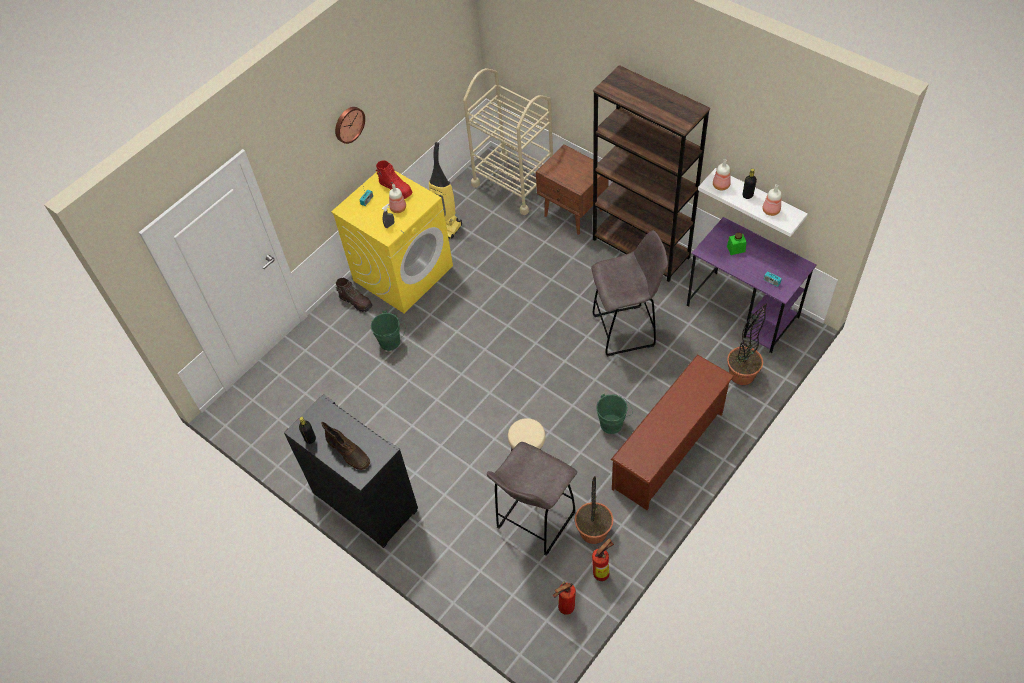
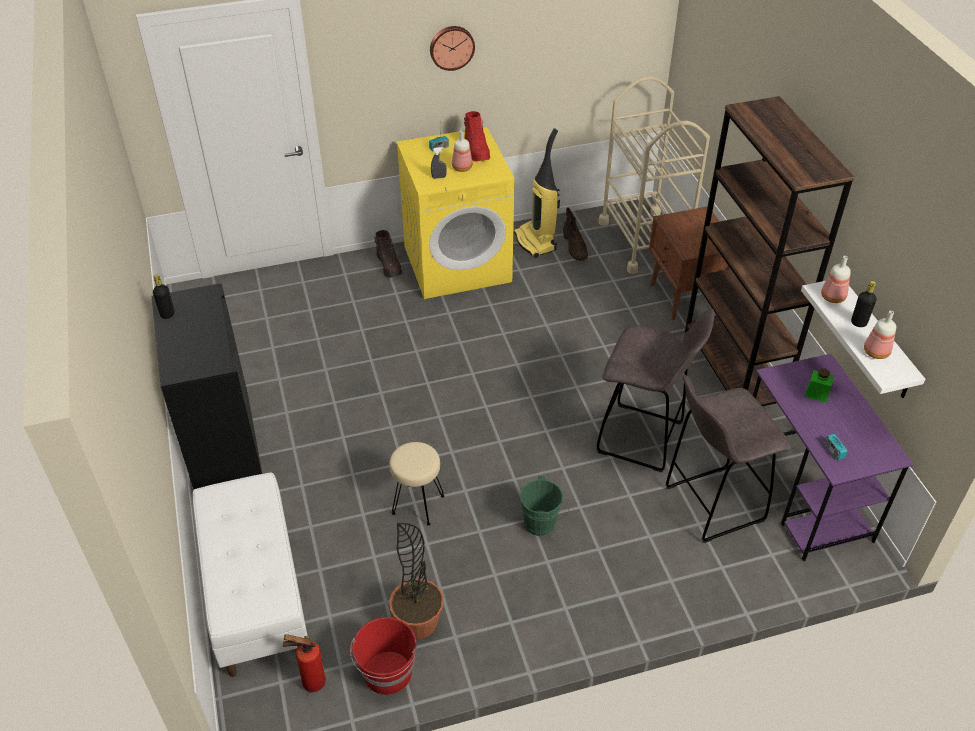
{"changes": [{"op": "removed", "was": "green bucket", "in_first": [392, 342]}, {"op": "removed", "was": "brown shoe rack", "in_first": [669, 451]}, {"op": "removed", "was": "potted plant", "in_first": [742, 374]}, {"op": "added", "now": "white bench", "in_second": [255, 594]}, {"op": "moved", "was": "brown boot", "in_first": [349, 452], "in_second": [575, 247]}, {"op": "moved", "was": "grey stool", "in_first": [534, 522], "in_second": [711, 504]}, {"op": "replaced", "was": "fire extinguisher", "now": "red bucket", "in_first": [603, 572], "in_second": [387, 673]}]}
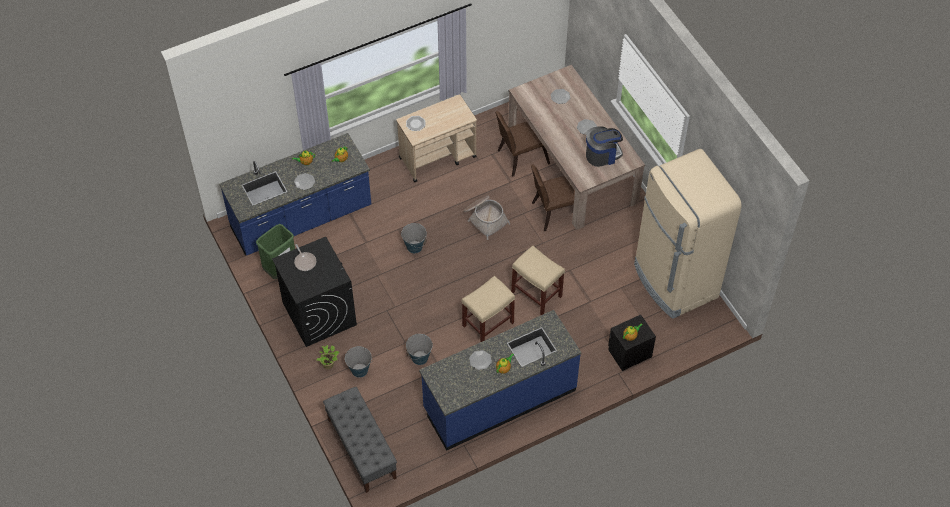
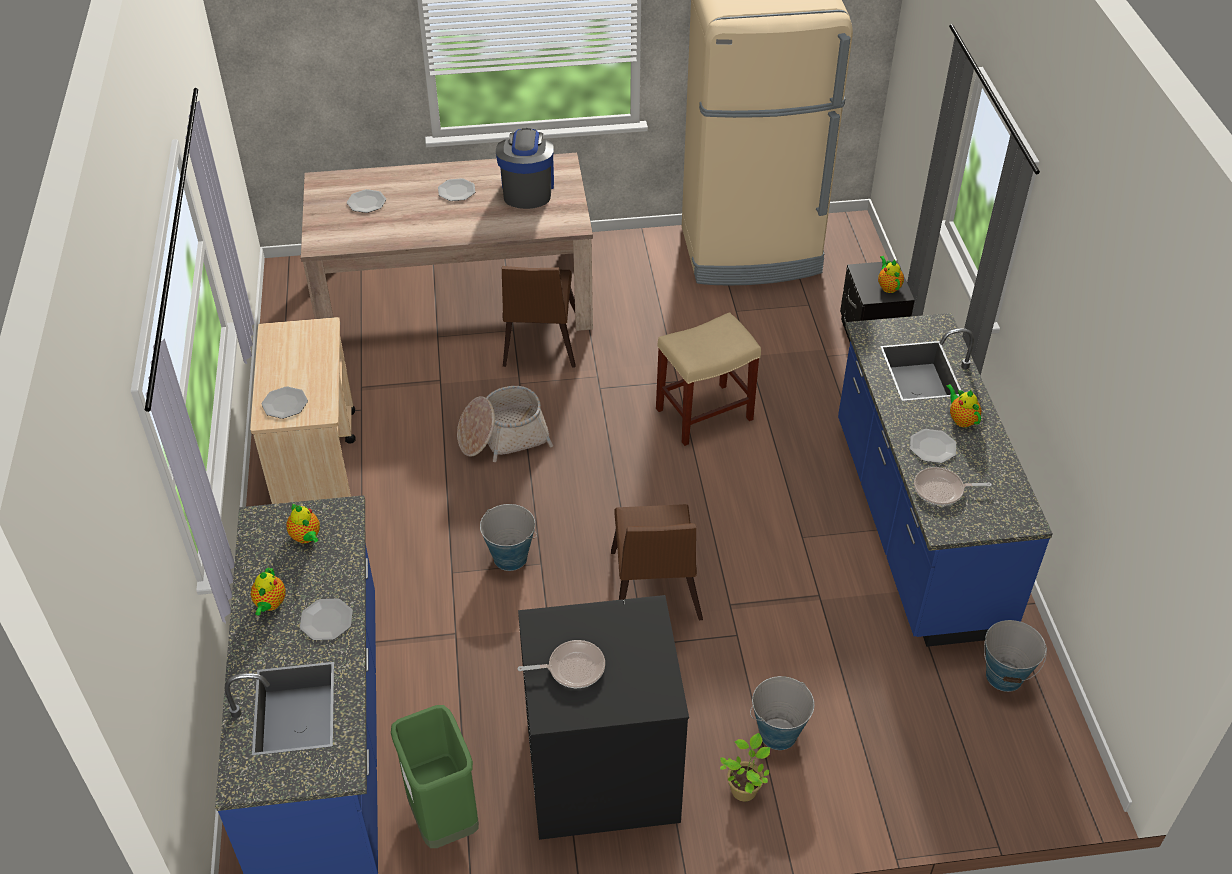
{"changes": [{"op": "removed", "was": "grey bench", "in_first": [361, 448]}, {"op": "removed", "was": "beige stool", "in_first": [487, 325]}, {"op": "added", "now": "frying pan", "in_second": [941, 490]}, {"op": "moved", "was": "bucket", "in_first": [420, 358], "in_second": [1004, 676]}, {"op": "moved", "was": "brown chair", "in_first": [520, 157], "in_second": [654, 592]}]}
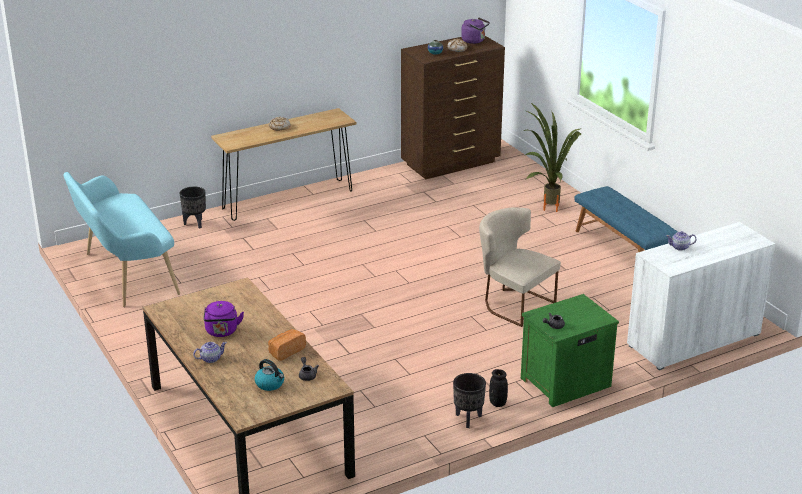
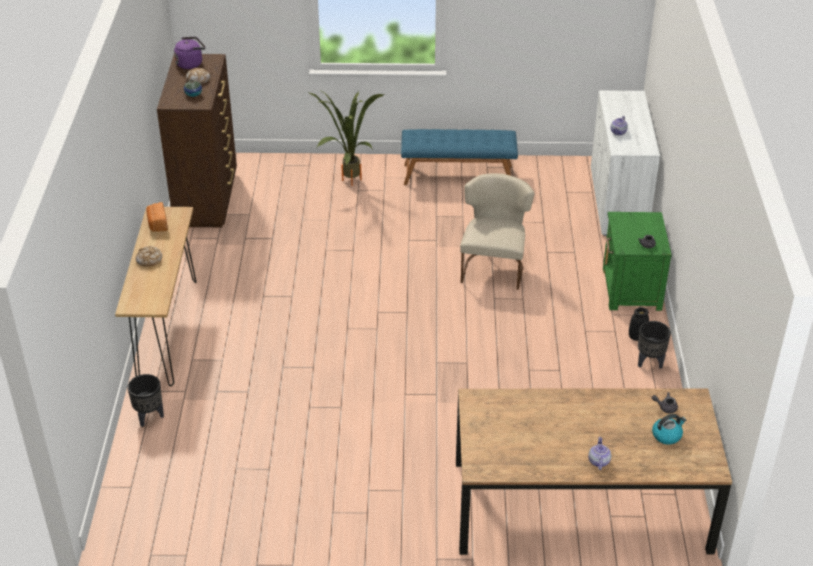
{"changes": [{"op": "removed", "was": "turquoise bench", "in_first": [125, 274]}, {"op": "removed", "was": "purple kettle", "in_first": [222, 332]}, {"op": "moved", "was": "bread", "in_first": [286, 351], "in_second": [157, 224]}, {"op": "turned", "was": "beige chair", "in_first": [513, 304], "in_second": [493, 267], "clockwise": 120}]}
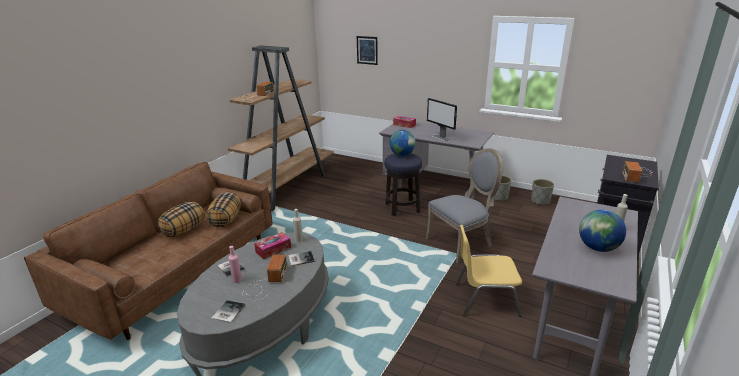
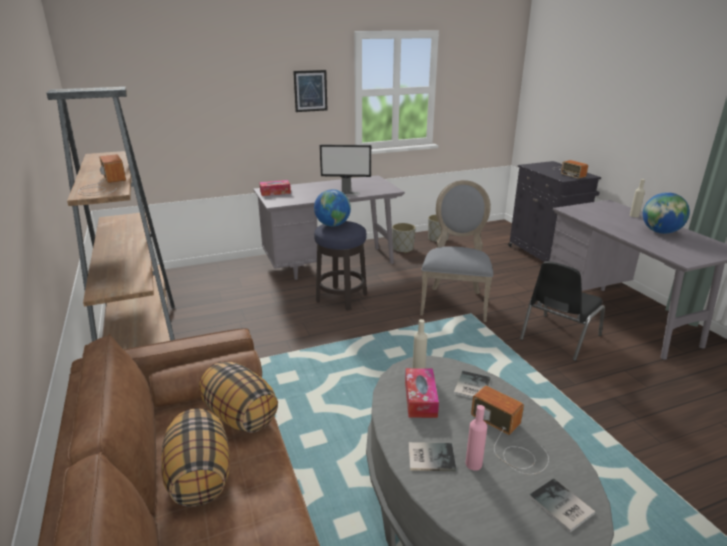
{"changes": [{"op": "moved", "was": "picture", "in_first": [367, 50], "in_second": [310, 91]}, {"op": "recoloured", "was": "yellow chair", "now": "black chair", "in_first": [485, 298], "in_second": [558, 337]}]}
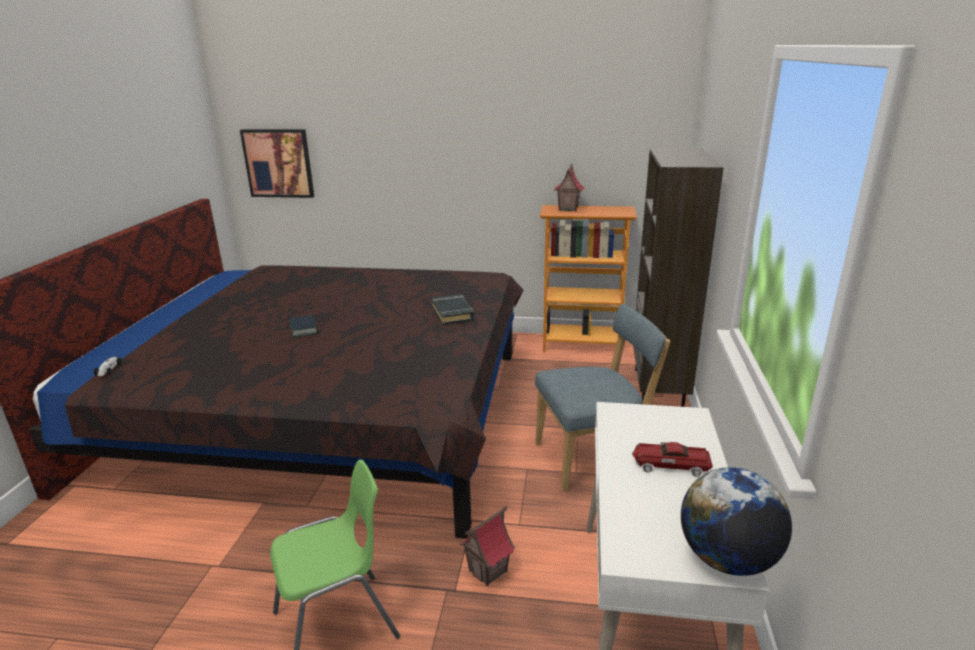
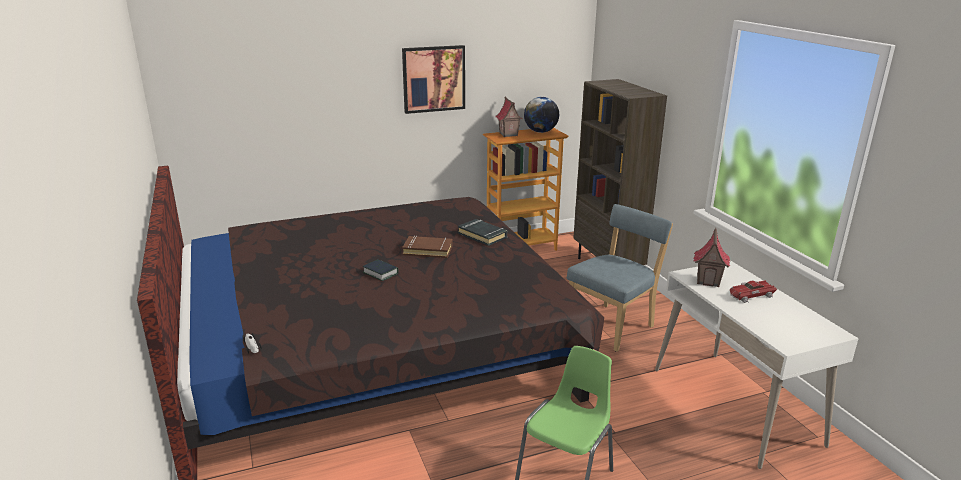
{"changes": [{"op": "added", "now": "brown book", "in_second": [428, 250]}, {"op": "moved", "was": "picture", "in_first": [278, 163], "in_second": [433, 79]}, {"op": "moved", "was": "toy house", "in_first": [488, 571], "in_second": [708, 281]}, {"op": "moved", "was": "globe", "in_first": [727, 559], "in_second": [540, 132]}]}
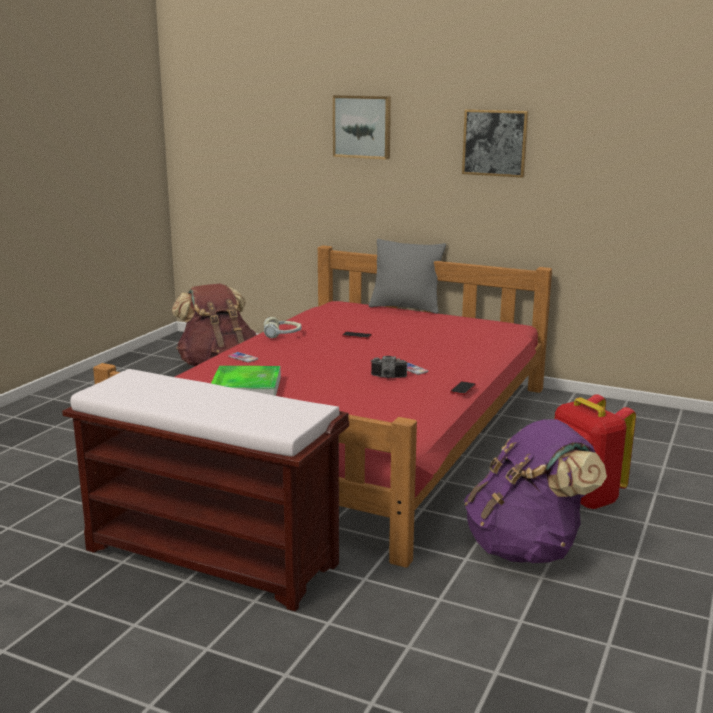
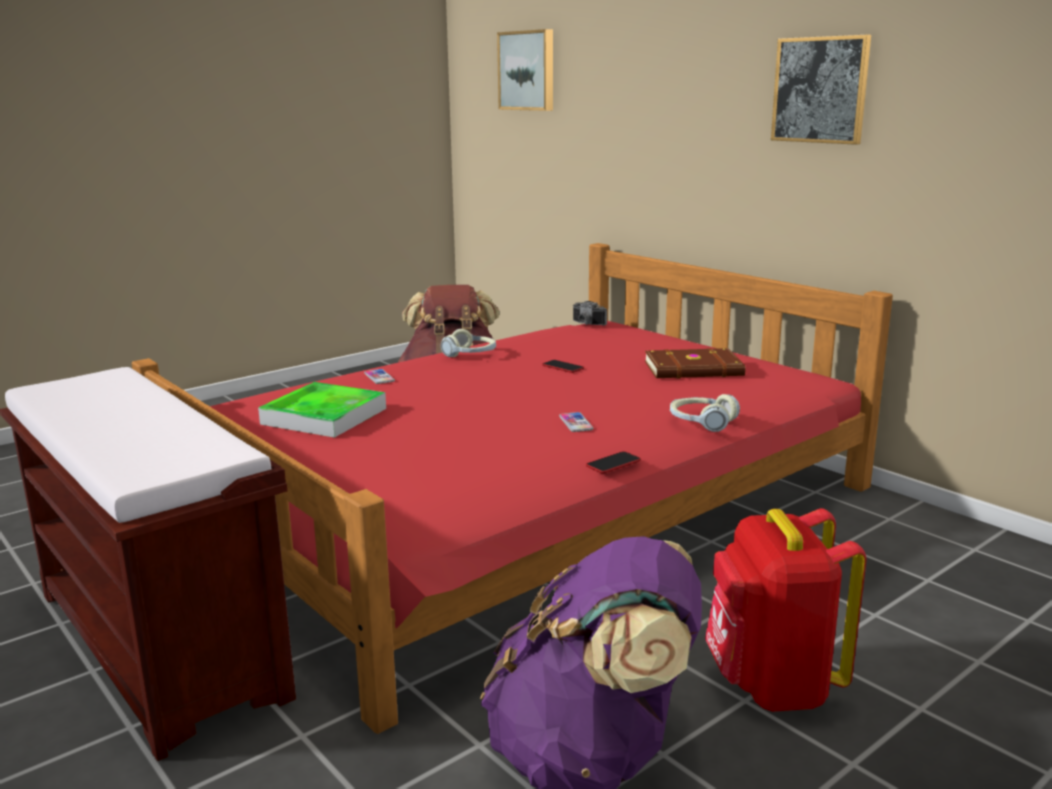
{"changes": [{"op": "removed", "was": "grey pillow", "in_first": [405, 308]}, {"op": "added", "now": "brown book", "in_second": [694, 369]}, {"op": "added", "now": "headphones", "in_second": [701, 423]}, {"op": "moved", "was": "picture", "in_first": [362, 126], "in_second": [528, 70]}, {"op": "moved", "was": "photo camera", "in_first": [388, 377], "in_second": [586, 324]}]}
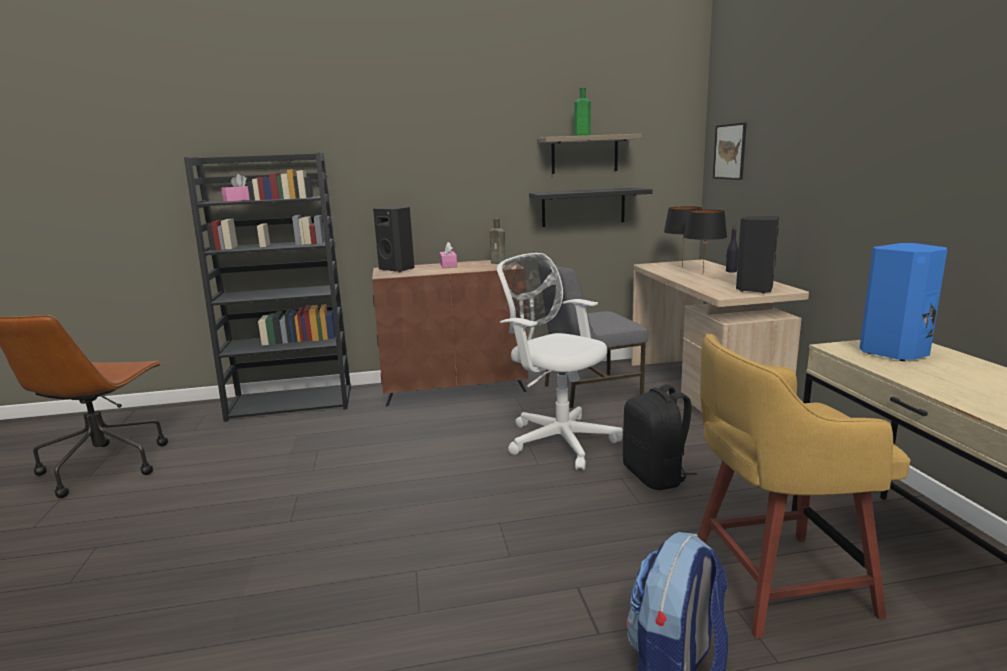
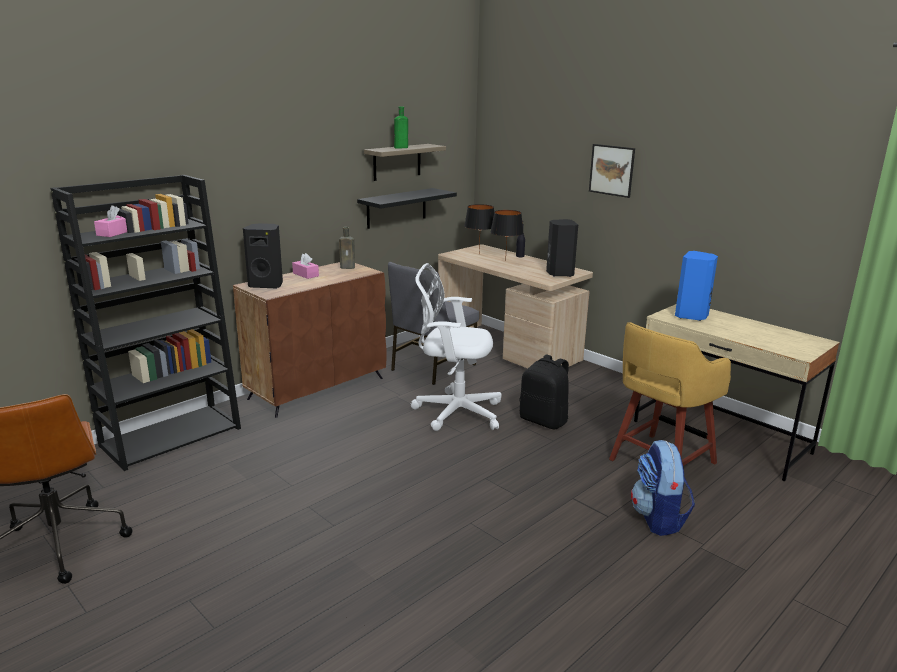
{"changes": [{"op": "moved", "was": "picture", "in_first": [730, 151], "in_second": [611, 170]}]}
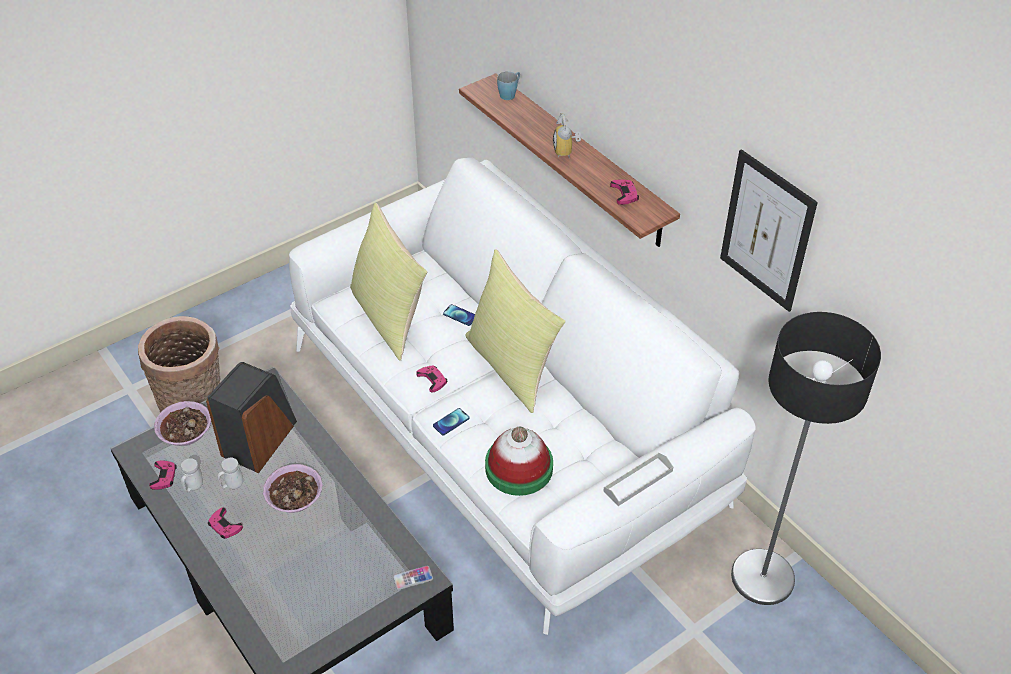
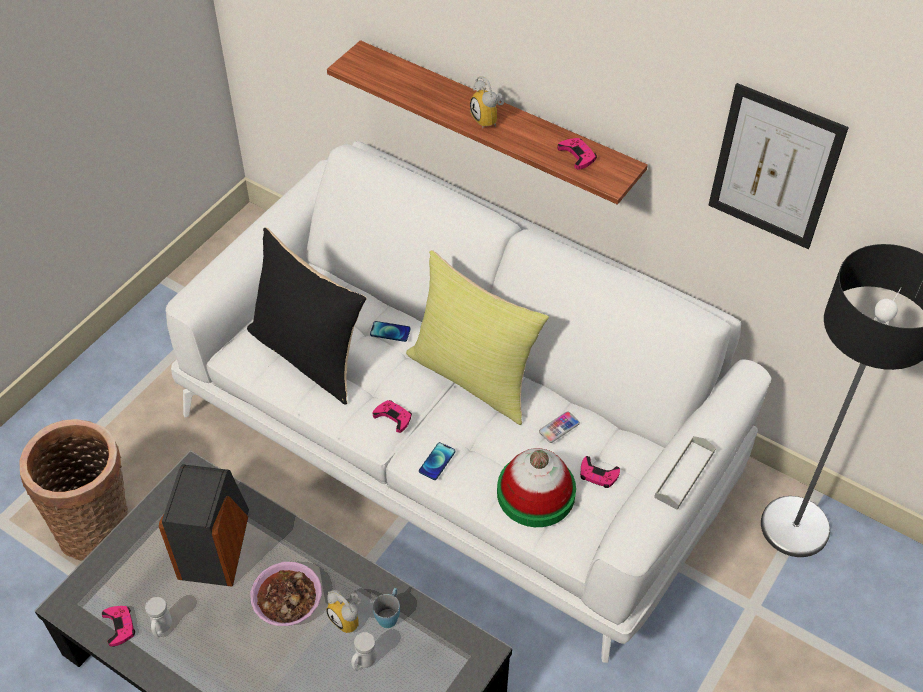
{"changes": [{"op": "removed", "was": "bowl", "in_first": [186, 430]}, {"op": "added", "now": "alarm clock", "in_second": [349, 618]}, {"op": "moved", "was": "pink game controller", "in_first": [225, 526], "in_second": [598, 475]}, {"op": "moved", "was": "white mug", "in_first": [232, 485], "in_second": [364, 662]}, {"op": "moved", "was": "phone", "in_first": [413, 578], "in_second": [559, 427]}, {"op": "moved", "was": "blue mug", "in_first": [510, 94], "in_second": [389, 614]}, {"op": "recoloured", "was": "yellow pillow", "now": "black pillow", "in_first": [390, 317], "in_second": [310, 355]}]}
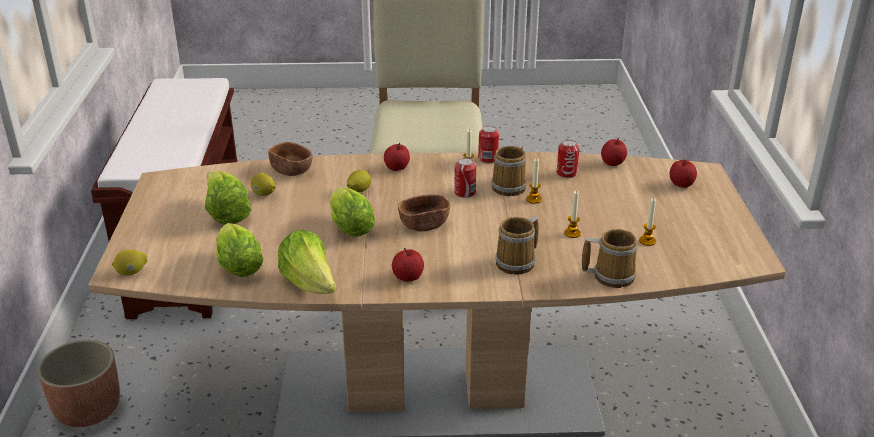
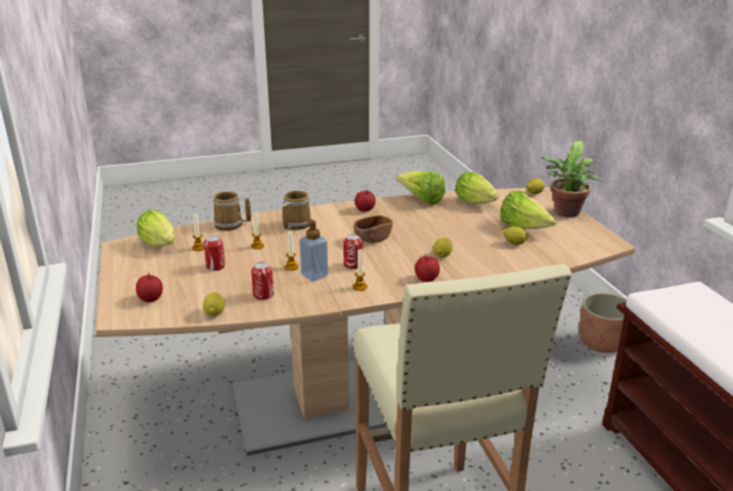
{"changes": [{"op": "removed", "was": "brown bowl", "in_first": [291, 170]}, {"op": "added", "now": "potted plant", "in_second": [565, 213]}, {"op": "moved", "was": "lettuce", "in_first": [349, 226], "in_second": [160, 245]}, {"op": "moved", "was": "can", "in_first": [488, 159], "in_second": [215, 266]}, {"op": "replaced", "was": "mug", "now": "soap dispenser", "in_first": [510, 186], "in_second": [314, 275]}, {"op": "replaced", "was": "apple", "now": "lemon", "in_first": [613, 163], "in_second": [215, 313]}]}
